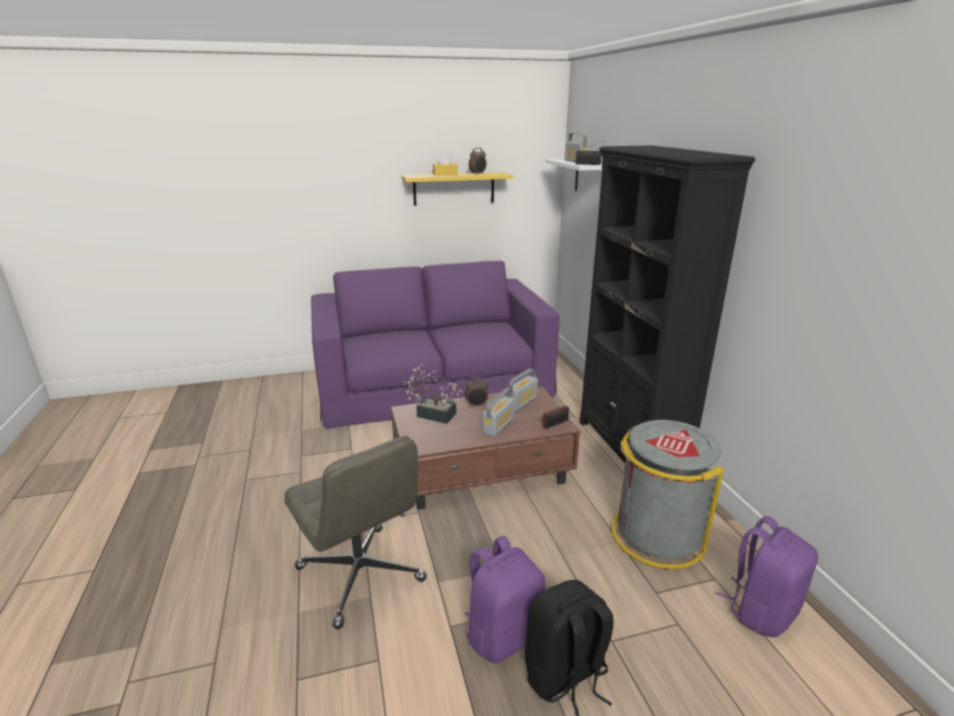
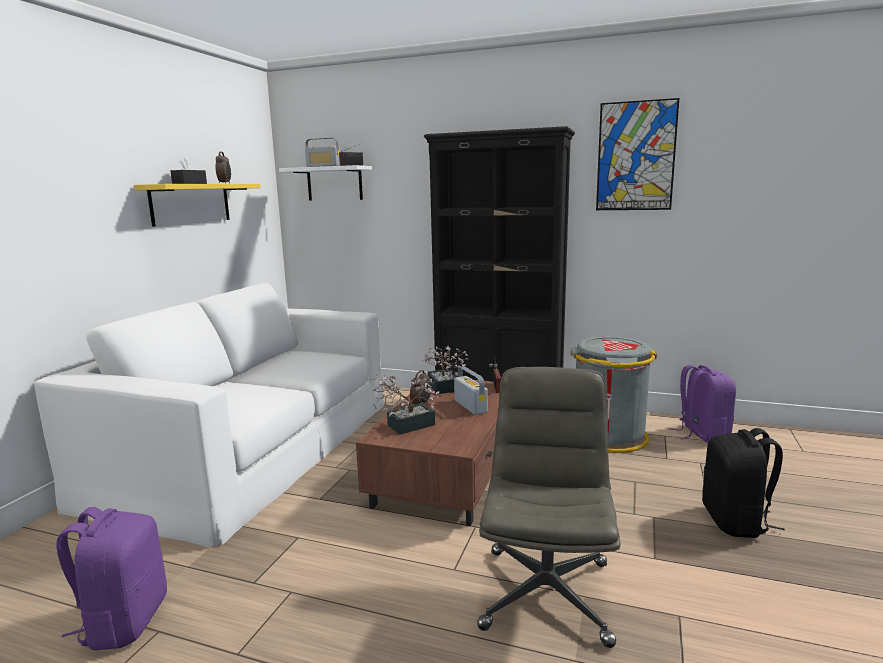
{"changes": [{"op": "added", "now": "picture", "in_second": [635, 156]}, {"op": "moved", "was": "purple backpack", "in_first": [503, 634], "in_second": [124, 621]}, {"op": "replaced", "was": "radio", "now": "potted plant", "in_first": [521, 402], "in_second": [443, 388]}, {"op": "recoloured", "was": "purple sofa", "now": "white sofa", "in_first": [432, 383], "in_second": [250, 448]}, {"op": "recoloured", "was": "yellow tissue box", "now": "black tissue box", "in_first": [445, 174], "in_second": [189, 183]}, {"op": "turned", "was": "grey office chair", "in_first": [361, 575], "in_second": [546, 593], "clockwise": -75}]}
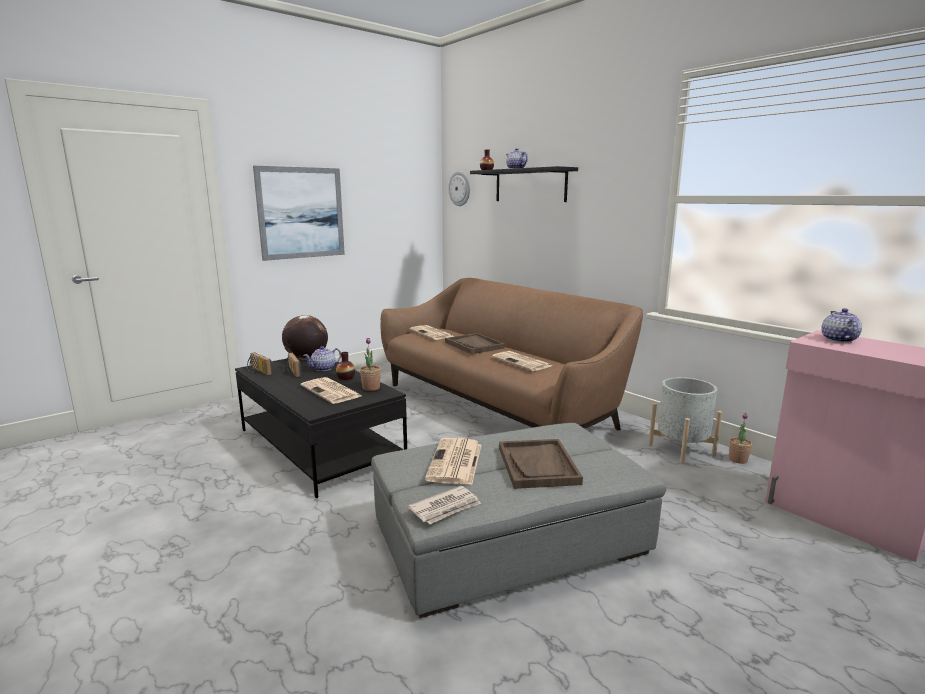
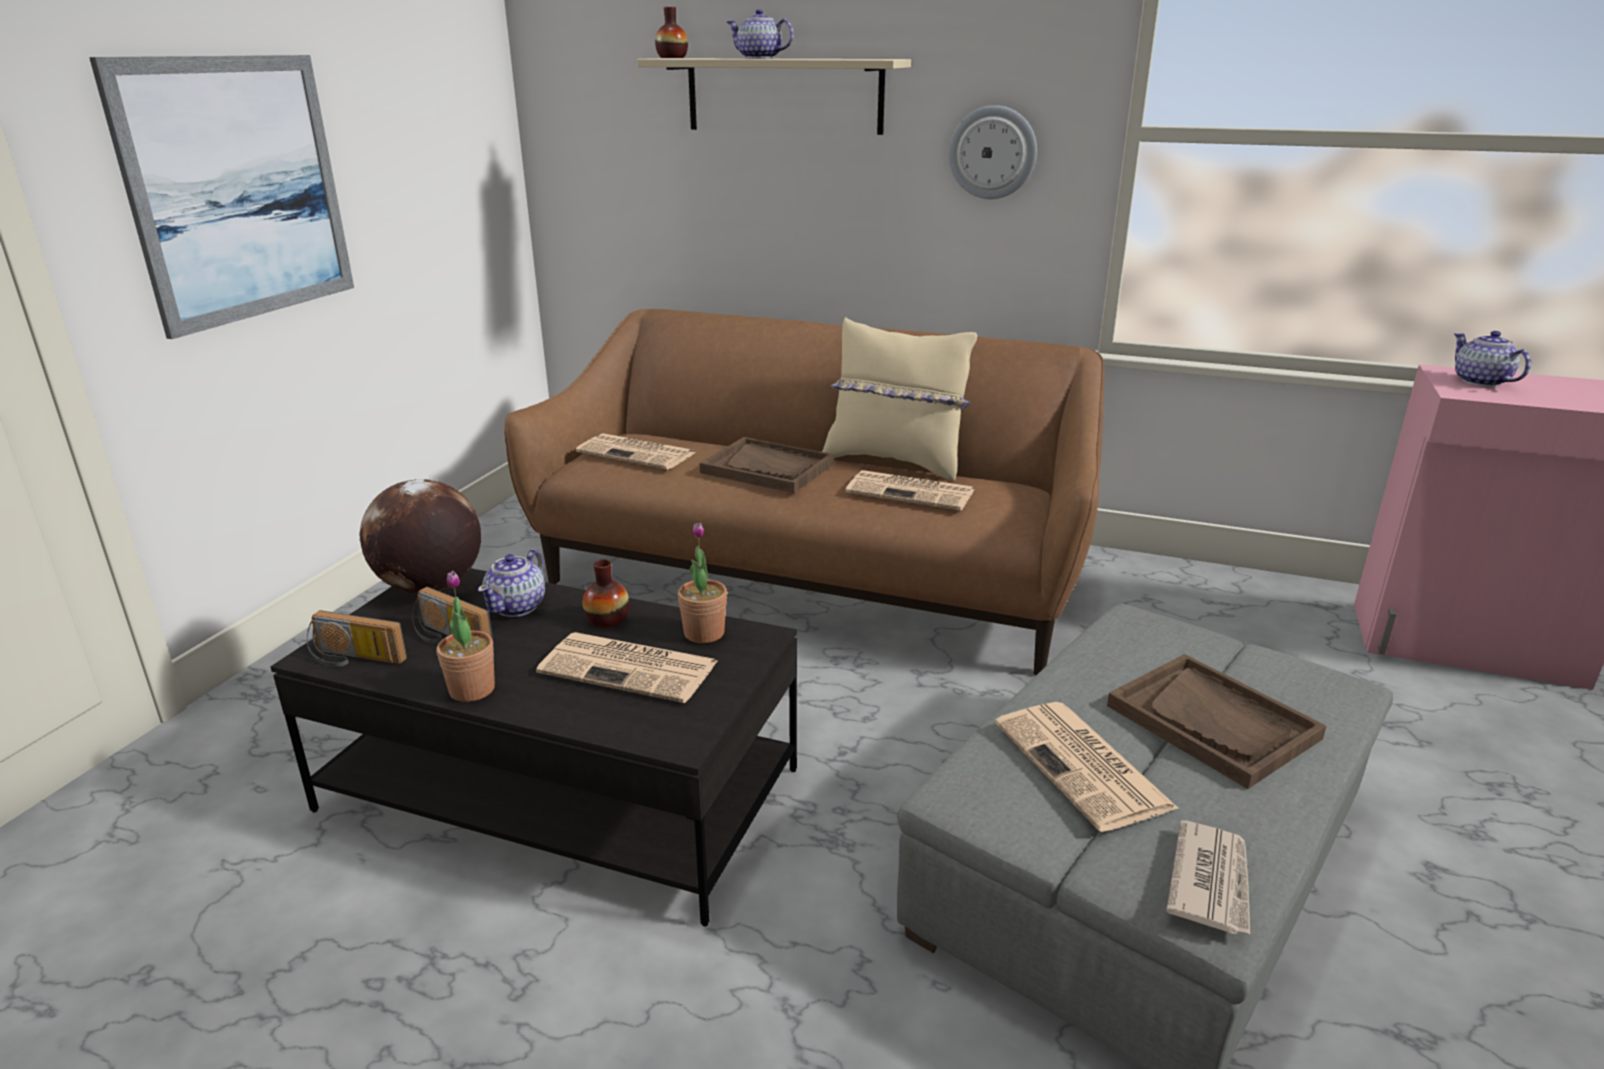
{"changes": [{"op": "removed", "was": "grey planter", "in_first": [681, 450]}, {"op": "added", "now": "beige pillow", "in_second": [895, 462]}, {"op": "moved", "was": "wall clock", "in_first": [460, 188], "in_second": [992, 152]}, {"op": "moved", "was": "potted plant", "in_first": [738, 460], "in_second": [472, 689]}, {"op": "recoloured", "was": "black shelf", "now": "beige shelf", "in_first": [530, 185], "in_second": [784, 95]}]}
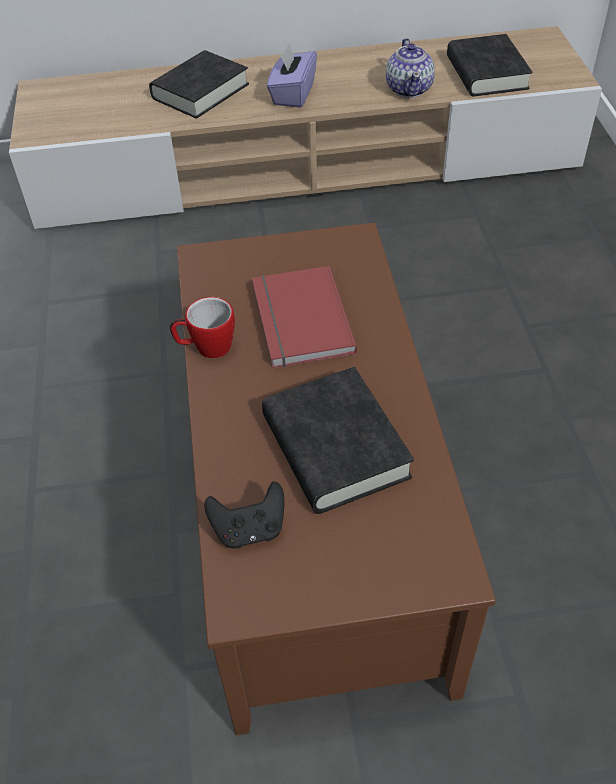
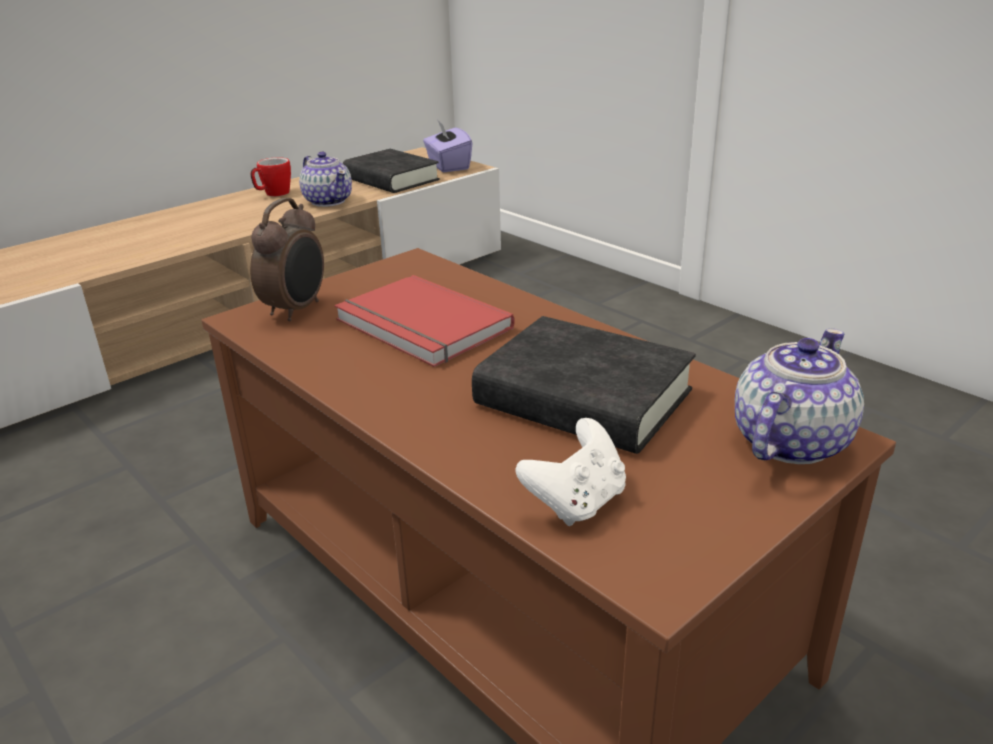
{"changes": [{"op": "removed", "was": "black book", "in_first": [200, 91]}, {"op": "added", "now": "alarm clock", "in_second": [297, 310]}, {"op": "added", "now": "teapot", "in_second": [788, 442]}, {"op": "moved", "was": "mug", "in_first": [206, 348], "in_second": [273, 194]}, {"op": "moved", "was": "purple tissue box", "in_first": [292, 94], "in_second": [448, 166]}, {"op": "recoloured", "was": "black game controller", "now": "white game controller", "in_first": [249, 529], "in_second": [576, 502]}]}
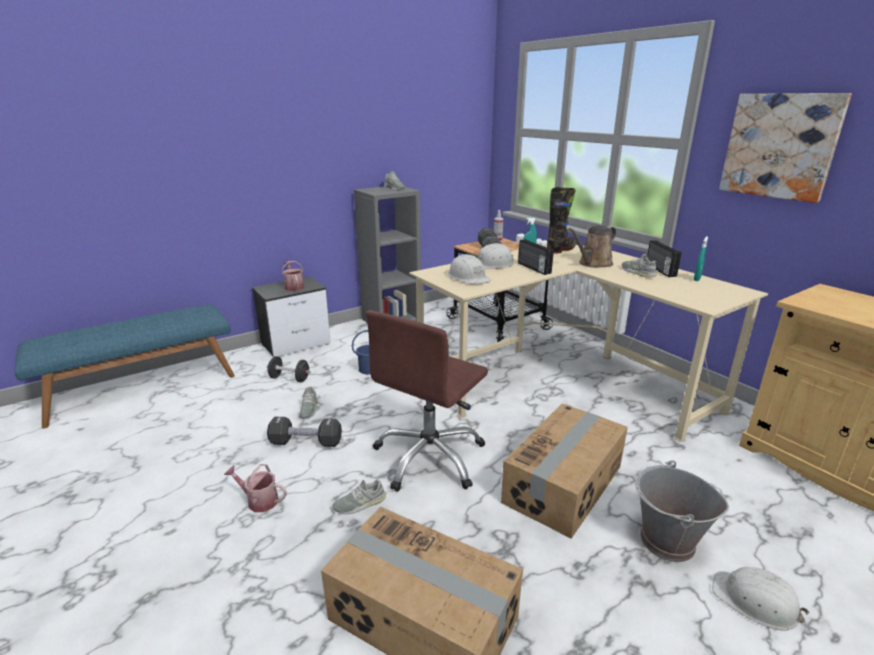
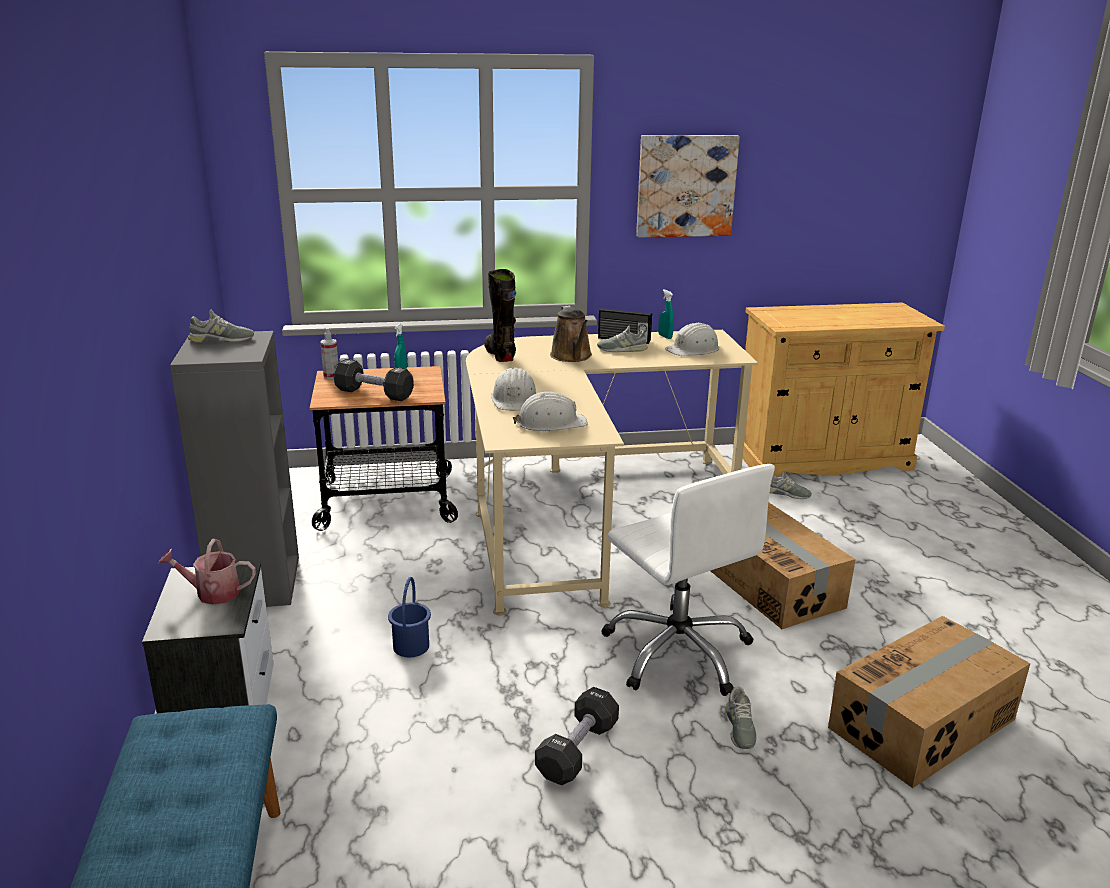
{"changes": [{"op": "removed", "was": "watering can", "in_first": [259, 500]}, {"op": "removed", "was": "black dumbbell", "in_first": [289, 379]}, {"op": "removed", "was": "radio", "in_first": [533, 268]}, {"op": "removed", "was": "grey bucket", "in_first": [667, 541]}, {"op": "moved", "was": "grey shoe", "in_first": [308, 409], "in_second": [786, 493]}, {"op": "moved", "was": "white hard hat", "in_first": [755, 602], "in_second": [693, 349]}, {"op": "recoloured", "was": "brown office chair", "now": "white office chair", "in_first": [430, 457], "in_second": [678, 652]}]}
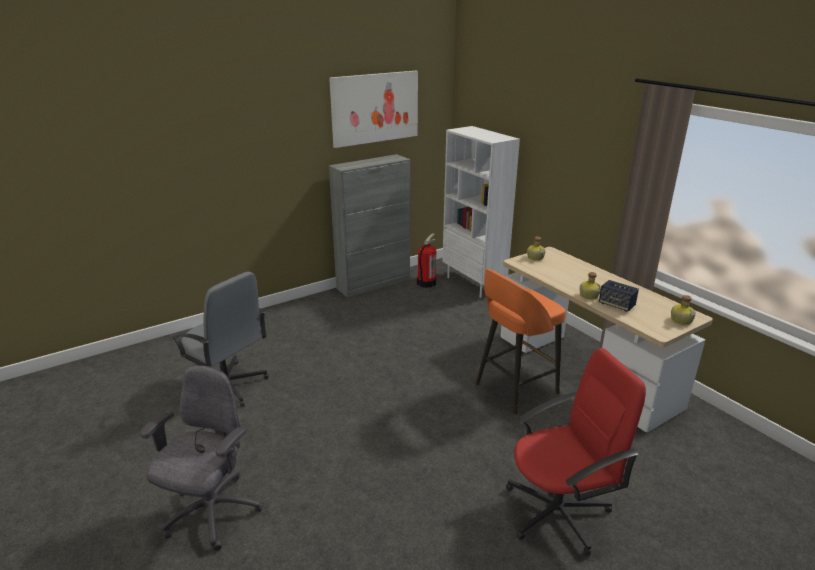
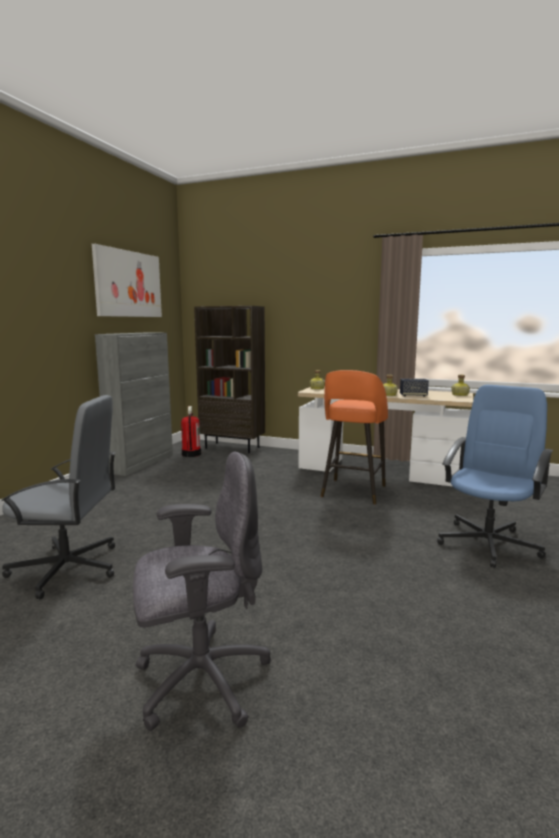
{"changes": [{"op": "recoloured", "was": "white bookcase", "now": "brown bookcase", "in_first": [474, 284], "in_second": [233, 447]}, {"op": "recoloured", "was": "red office chair", "now": "blue office chair", "in_first": [558, 512], "in_second": [488, 543]}, {"op": "turned", "was": "grey office chair", "in_first": [211, 513], "in_second": [200, 680], "clockwise": 90}]}
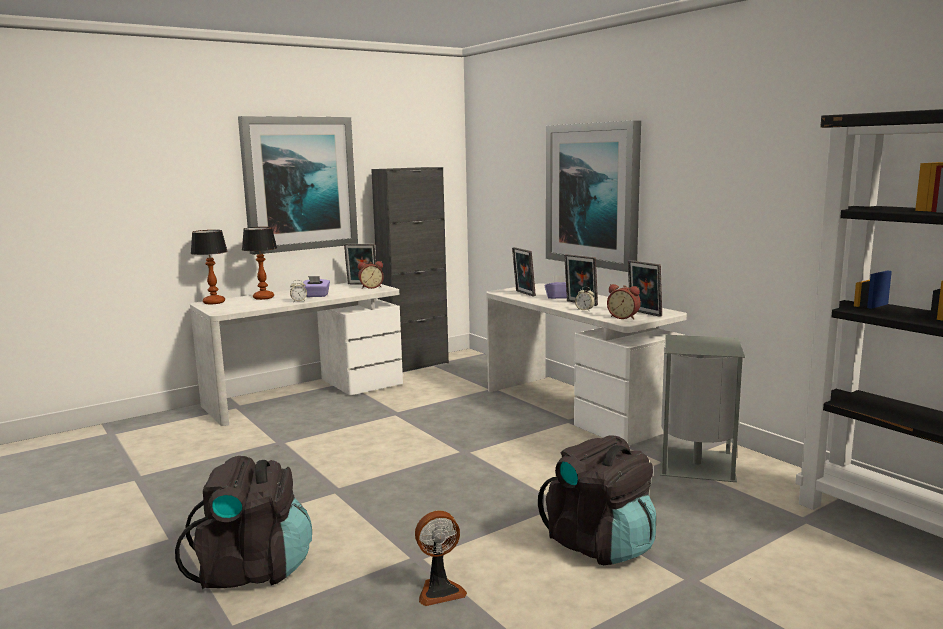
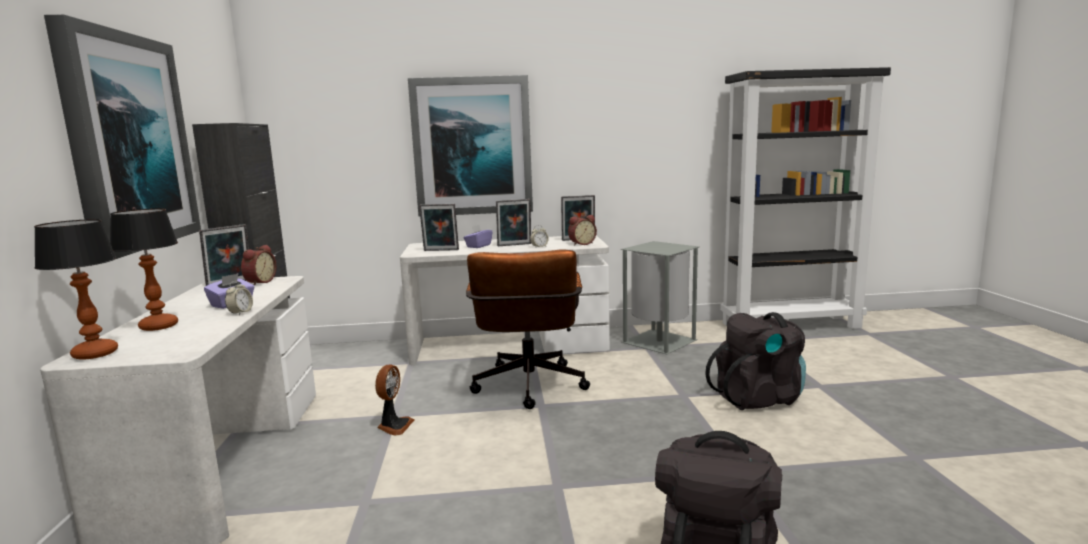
{"changes": [{"op": "added", "now": "brown office chair", "in_second": [529, 389]}, {"op": "moved", "was": "fan", "in_first": [440, 590], "in_second": [394, 426]}]}
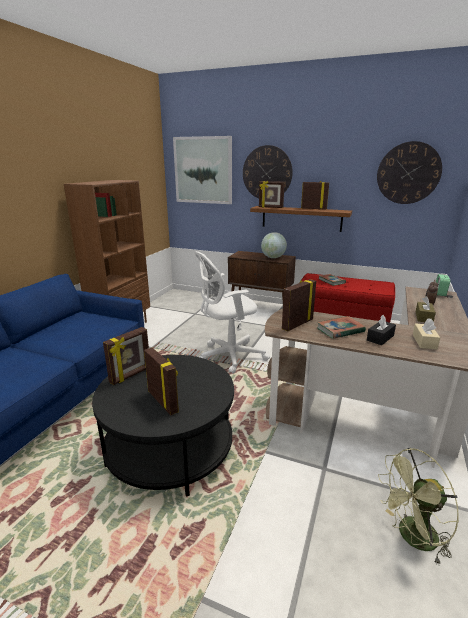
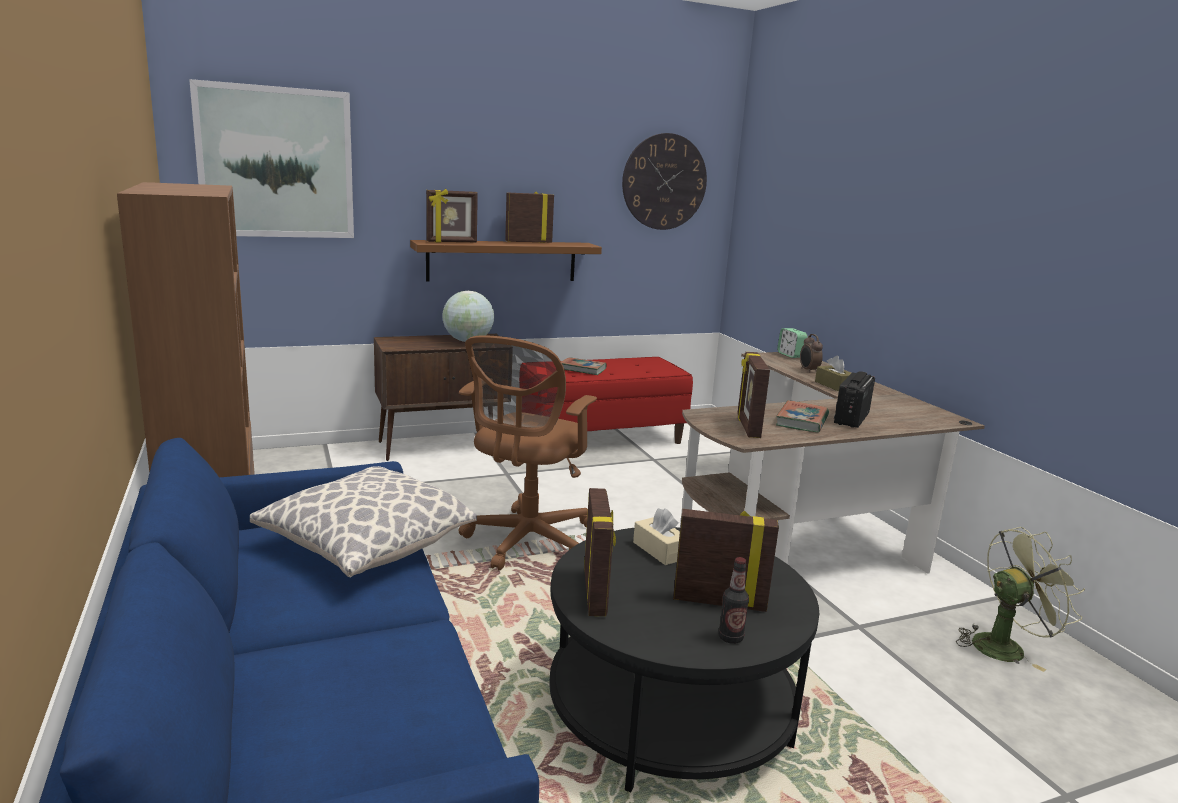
{"changes": [{"op": "removed", "was": "wall clock", "in_first": [267, 173]}, {"op": "added", "now": "pillow", "in_second": [366, 547]}, {"op": "added", "now": "bottle", "in_second": [730, 638]}, {"op": "moved", "was": "beige tissue box", "in_first": [424, 341], "in_second": [659, 550]}, {"op": "replaced", "was": "black tissue box", "now": "radio", "in_first": [380, 338], "in_second": [851, 418]}, {"op": "recoloured", "was": "white office chair", "now": "brown office chair", "in_first": [228, 356], "in_second": [526, 542]}, {"op": "turned", "was": "green fan", "in_first": [411, 538], "in_second": [1005, 646], "clockwise": -135}]}
